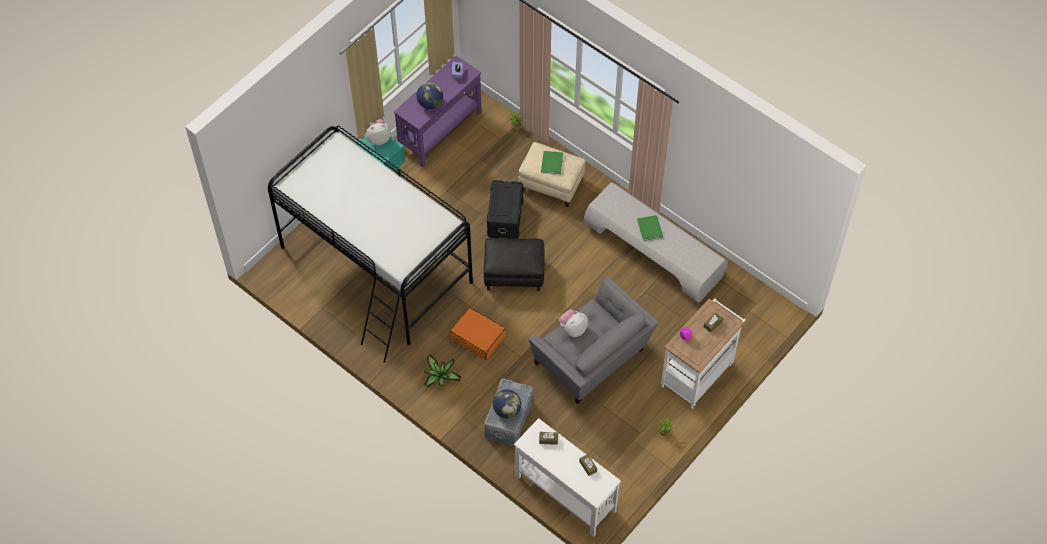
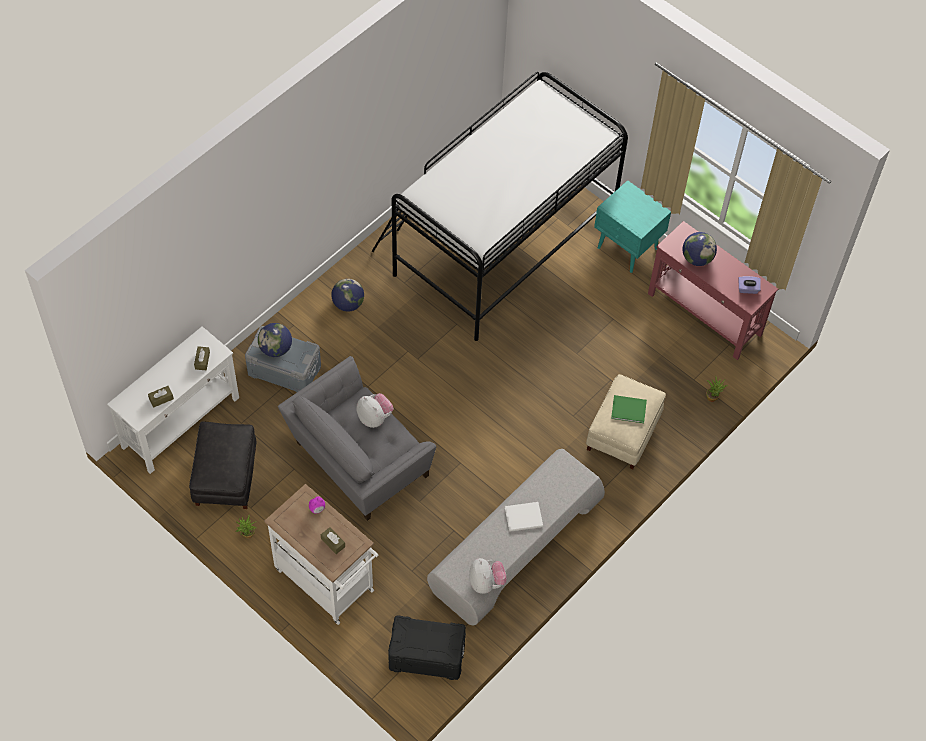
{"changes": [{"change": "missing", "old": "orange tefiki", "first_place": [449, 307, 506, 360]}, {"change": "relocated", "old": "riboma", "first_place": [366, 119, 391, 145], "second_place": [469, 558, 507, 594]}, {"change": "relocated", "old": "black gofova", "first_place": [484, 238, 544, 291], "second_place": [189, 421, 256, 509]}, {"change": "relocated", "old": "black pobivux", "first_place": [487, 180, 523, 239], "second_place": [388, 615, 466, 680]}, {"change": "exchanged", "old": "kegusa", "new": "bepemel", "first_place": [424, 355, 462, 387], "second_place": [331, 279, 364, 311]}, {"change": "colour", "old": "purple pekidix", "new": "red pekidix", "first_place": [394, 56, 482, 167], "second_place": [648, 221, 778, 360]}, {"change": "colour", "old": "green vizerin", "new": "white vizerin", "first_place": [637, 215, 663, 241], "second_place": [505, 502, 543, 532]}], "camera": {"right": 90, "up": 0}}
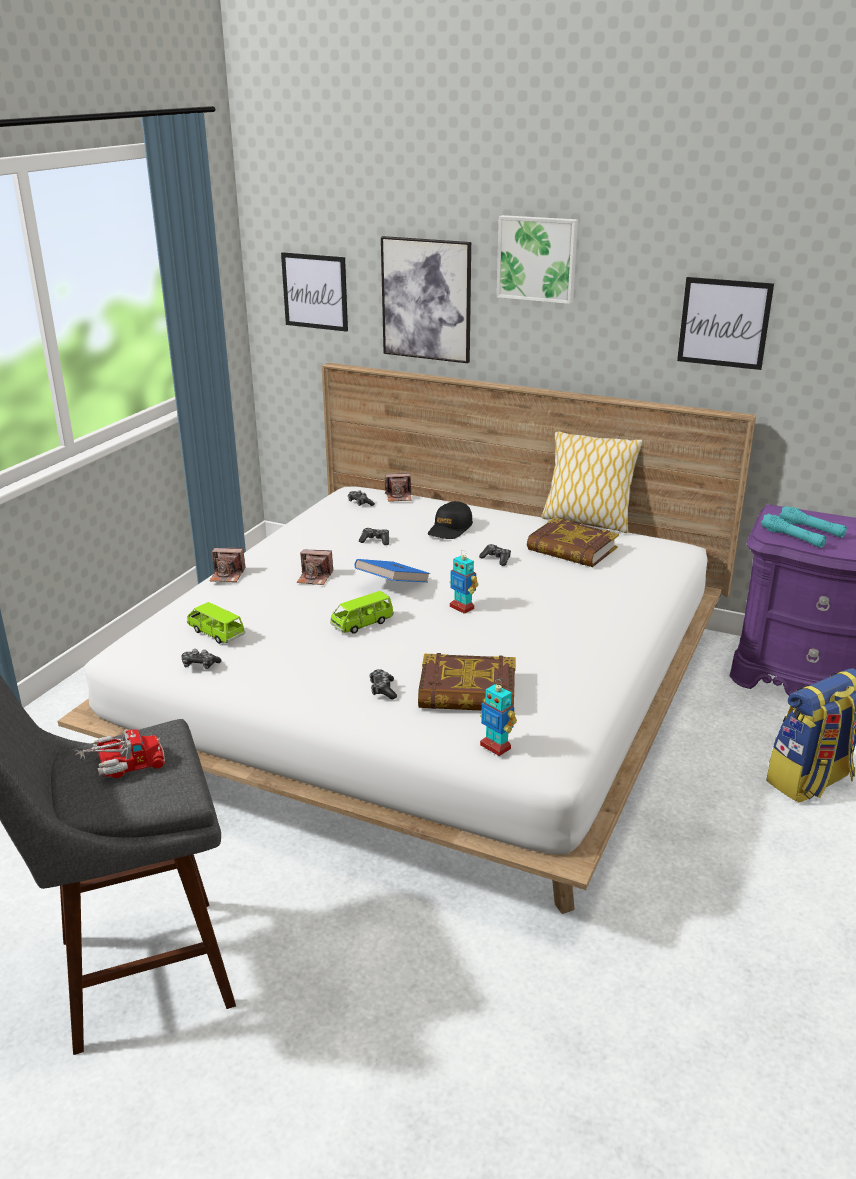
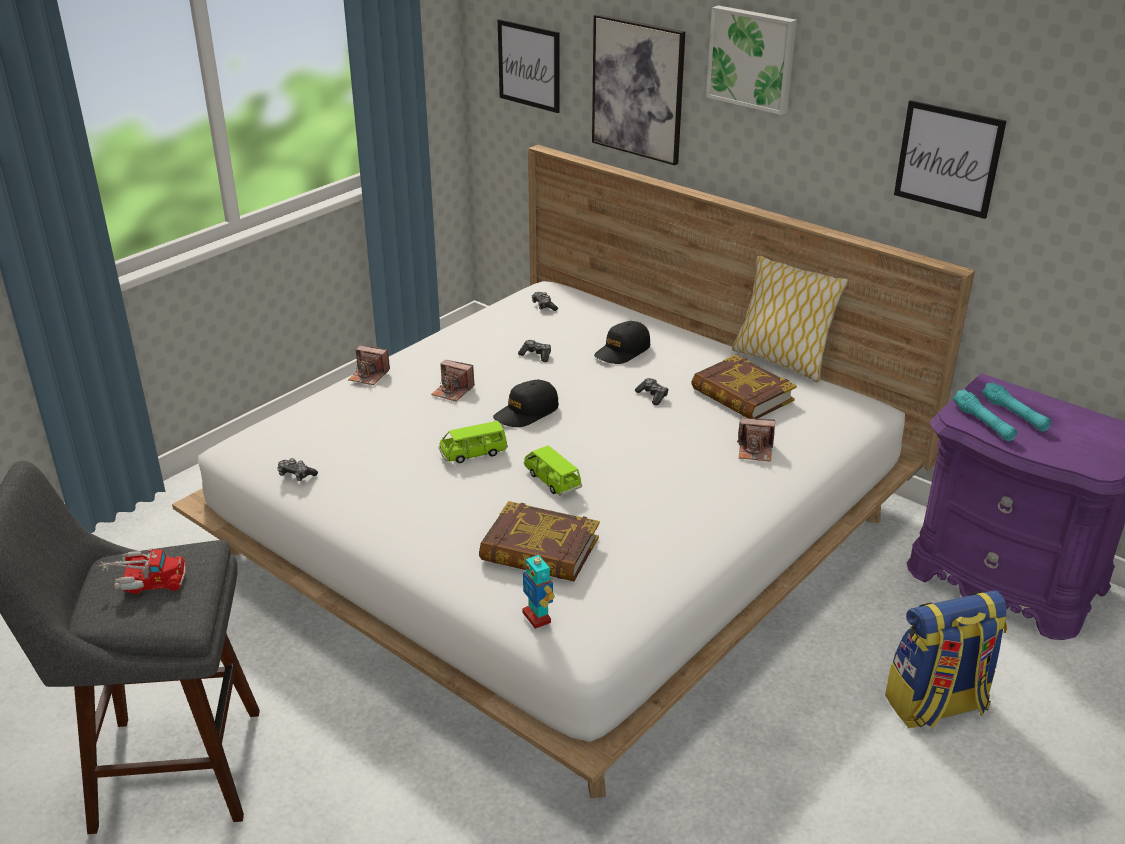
{"changes": [{"change": "missing", "old": "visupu", "first_place": [369, 669, 397, 700]}, {"change": "missing", "old": "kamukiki", "first_place": [449, 550, 479, 614]}, {"change": "relocated", "old": "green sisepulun", "first_place": [187, 602, 245, 644], "second_place": [523, 445, 582, 496]}, {"change": "relocated", "old": "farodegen", "first_place": [385, 473, 412, 502], "second_place": [737, 418, 775, 461]}, {"change": "exchanged", "old": "blue vizerin", "new": "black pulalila", "first_place": [355, 559, 430, 582], "second_place": [493, 380, 559, 427]}], "camera": {"right": 15, "up": 5}}
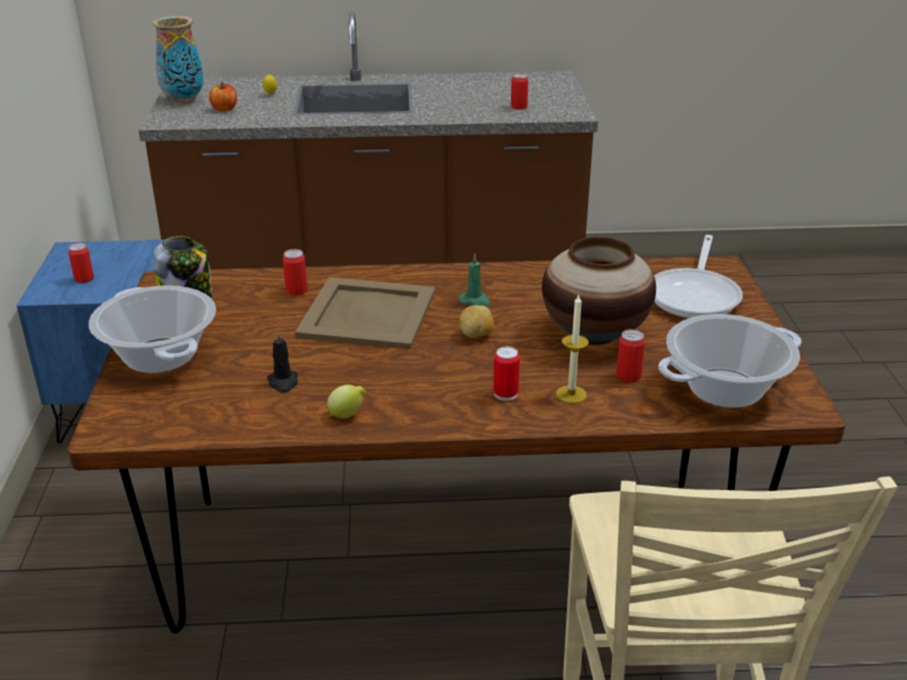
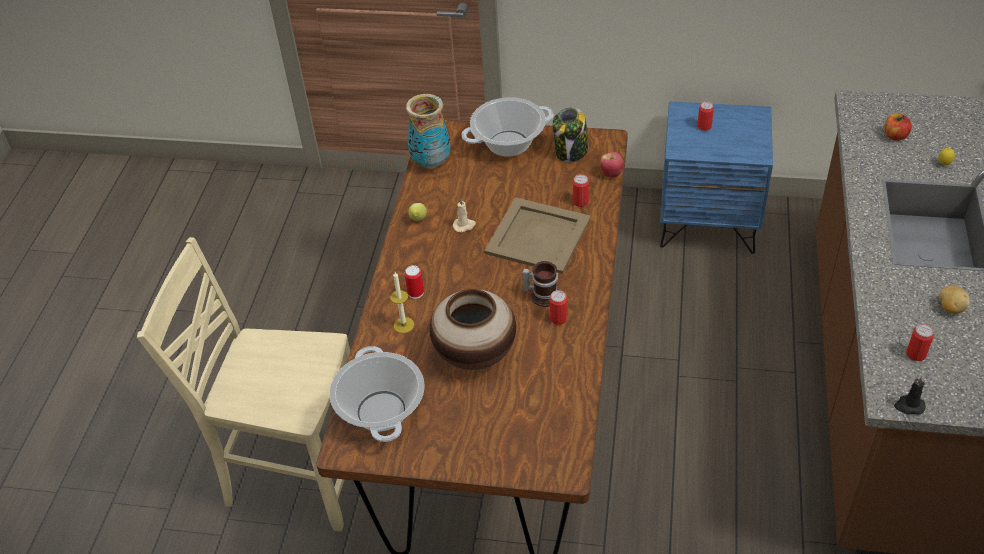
{"changes": [{"change": "missing", "old": "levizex", "first_place": [654, 235, 743, 318]}, {"change": "appeared", "new": "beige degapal", "second_place": [453, 199, 476, 232]}, {"change": "appeared", "new": "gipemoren", "second_place": [600, 152, 624, 178]}, {"change": "relocated", "old": "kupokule", "first_place": [152, 16, 204, 103], "second_place": [406, 94, 451, 169]}, {"change": "relocated", "old": "black degapal", "first_place": [267, 331, 298, 393], "second_place": [894, 376, 926, 415]}, {"change": "relocated", "old": "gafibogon", "first_place": [459, 305, 494, 338], "second_place": [939, 286, 970, 314]}, {"change": "relocated", "old": "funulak", "first_place": [616, 329, 645, 382], "second_place": [550, 290, 568, 325]}, {"change": "exchanged", "old": "green degapal", "new": "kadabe", "first_place": [459, 254, 491, 306], "second_place": [522, 261, 558, 307]}], "camera": {"right": 105, "up": 15}}
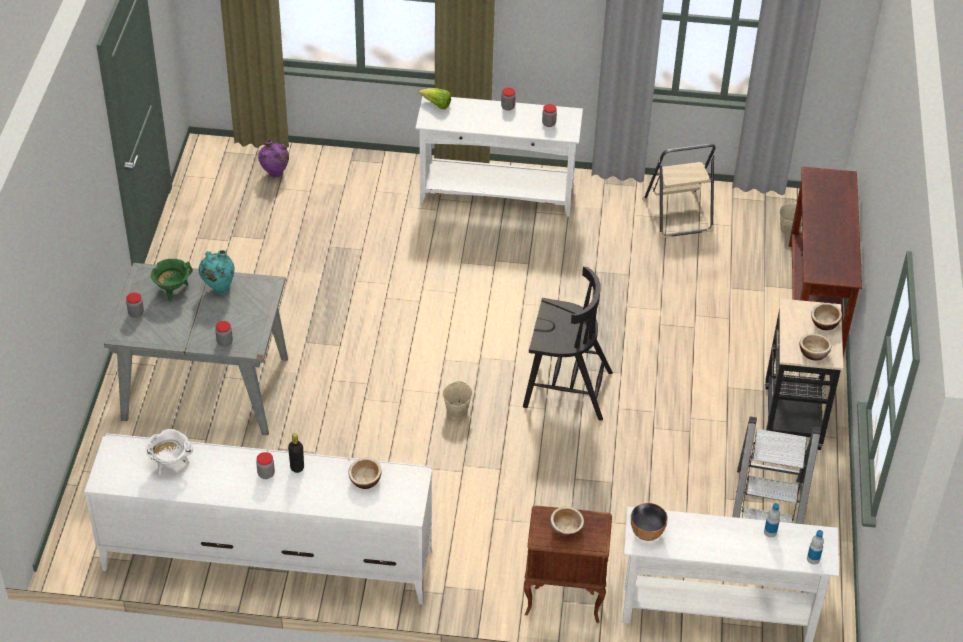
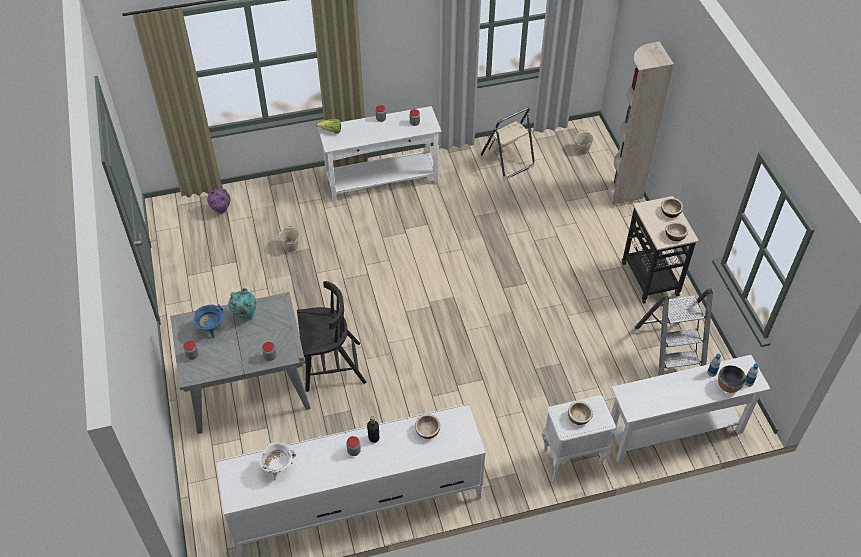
{"changes": [{"change": "relocated", "old": "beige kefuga", "first_place": [442, 381, 473, 419], "second_place": [279, 227, 299, 252]}, {"change": "relocated", "old": "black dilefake", "first_place": [523, 267, 613, 421], "second_place": [297, 281, 366, 392]}, {"change": "relocated", "old": "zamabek", "first_place": [631, 503, 668, 541], "second_place": [718, 365, 746, 393]}, {"change": "exchanged", "old": "brown pekidix", "new": "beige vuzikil", "first_place": [789, 167, 862, 356], "second_place": [608, 42, 674, 205]}, {"change": "colour", "old": "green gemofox", "new": "blue gemofox", "first_place": [151, 259, 193, 302], "second_place": [194, 305, 223, 338]}, {"change": "colour", "old": "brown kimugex", "new": "white kimugex", "first_place": [524, 505, 612, 623], "second_place": [541, 395, 616, 482]}], "camera": {"right": -20, "up": 5}}
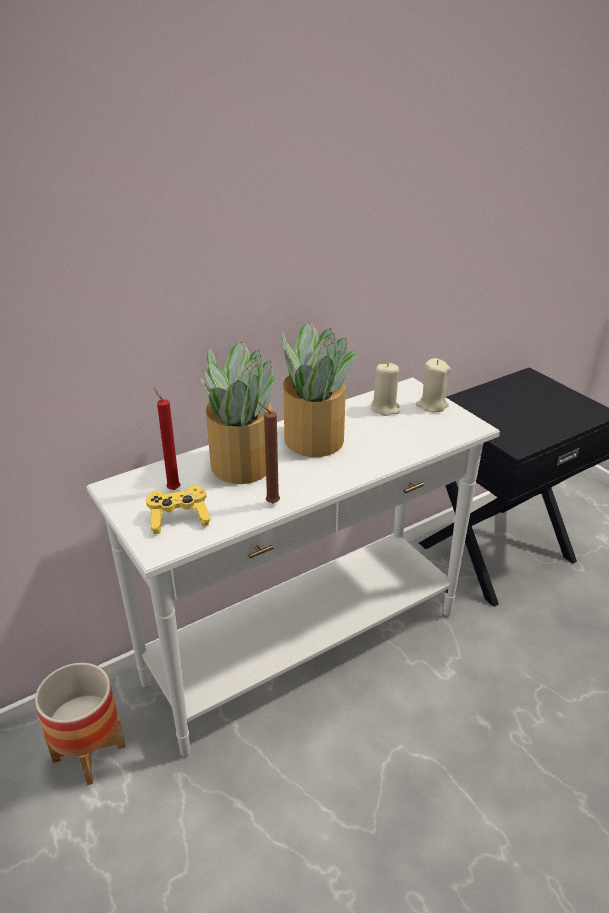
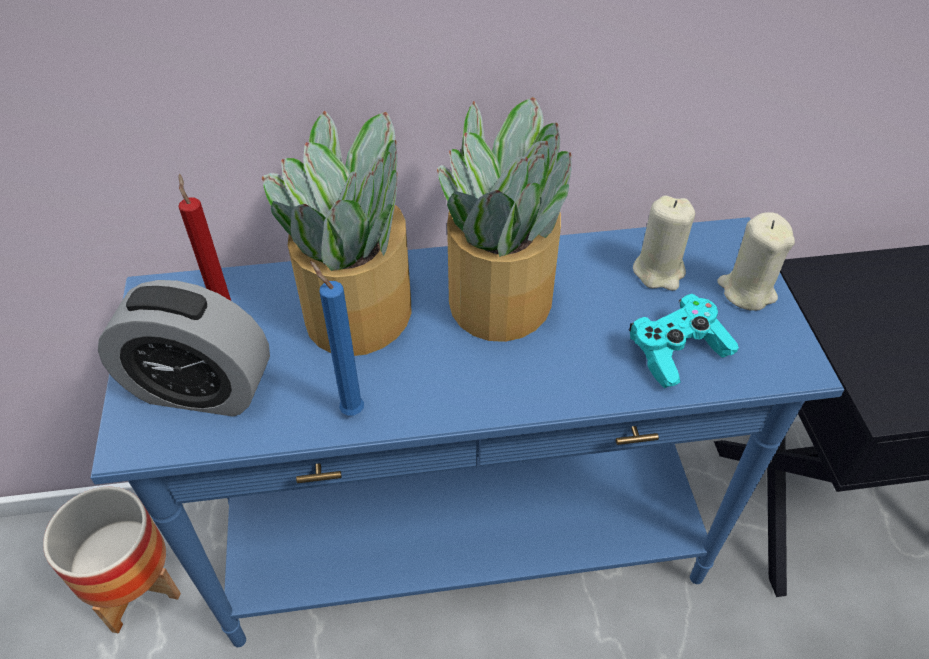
{"changes": [{"change": "appeared", "new": "turquoise visupu", "second_place": [629, 294, 739, 388]}, {"change": "exchanged", "old": "yellow visupu", "new": "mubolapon", "first_place": [146, 485, 211, 534], "second_place": [98, 280, 270, 416]}, {"change": "colour", "old": "white pekidix", "new": "blue pekidix", "first_place": [86, 377, 500, 757], "second_place": [91, 217, 844, 647]}, {"change": "colour", "old": "brown degapal", "new": "blue degapal", "first_place": [257, 402, 280, 503], "second_place": [310, 261, 364, 415]}], "camera": {"right": 25, "up": 15}}
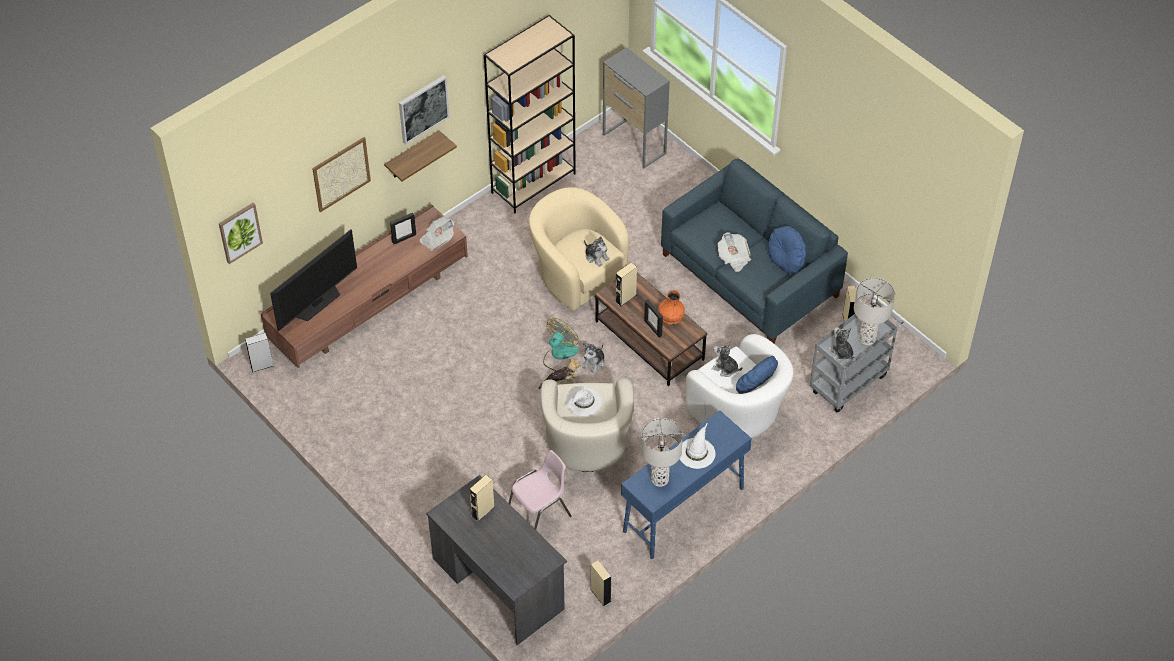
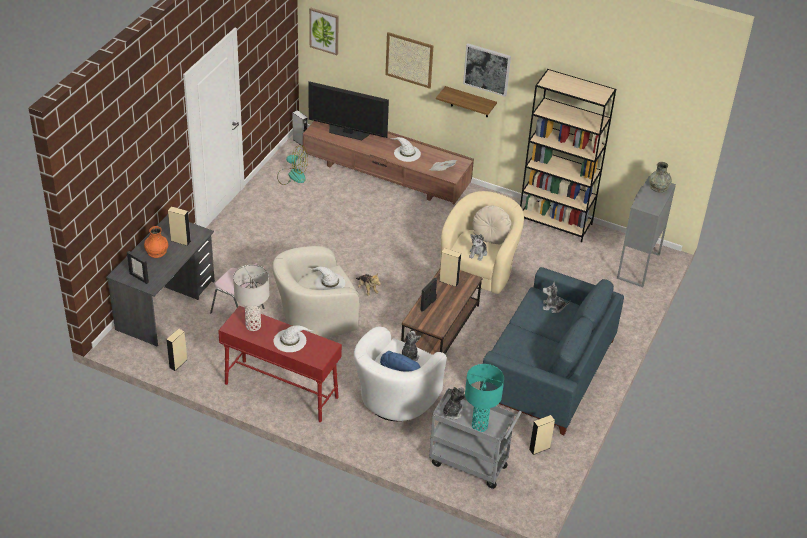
{"changes": [{"change": "missing", "old": "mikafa", "first_place": [717, 232, 751, 272]}, {"change": "missing", "old": "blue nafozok", "first_place": [768, 226, 806, 274]}, {"change": "appeared", "new": "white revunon", "second_place": [390, 137, 421, 162]}, {"change": "appeared", "new": "beige nafozok", "second_place": [473, 206, 511, 245]}, {"change": "appeared", "new": "grey kupokule", "second_place": [649, 162, 672, 193]}, {"change": "relocated", "old": "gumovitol", "first_place": [390, 213, 416, 244], "second_place": [127, 251, 149, 284]}, {"change": "relocated", "old": "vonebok", "first_place": [543, 318, 579, 371], "second_place": [277, 145, 308, 185]}, {"change": "relocated", "old": "riboma", "first_place": [582, 343, 605, 373], "second_place": [542, 282, 570, 313]}, {"change": "relocated", "old": "orange kupokule", "first_place": [658, 290, 685, 325], "second_place": [144, 226, 168, 258]}, {"change": "colour", "old": "blue pekidix", "new": "red pekidix", "first_place": [621, 411, 752, 559], "second_place": [218, 306, 342, 422]}, {"change": "colour", "old": "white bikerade", "new": "turquoise bikerade", "first_place": [854, 278, 895, 345], "second_place": [465, 364, 504, 432]}], "camera": {"right": 65, "up": -10}}
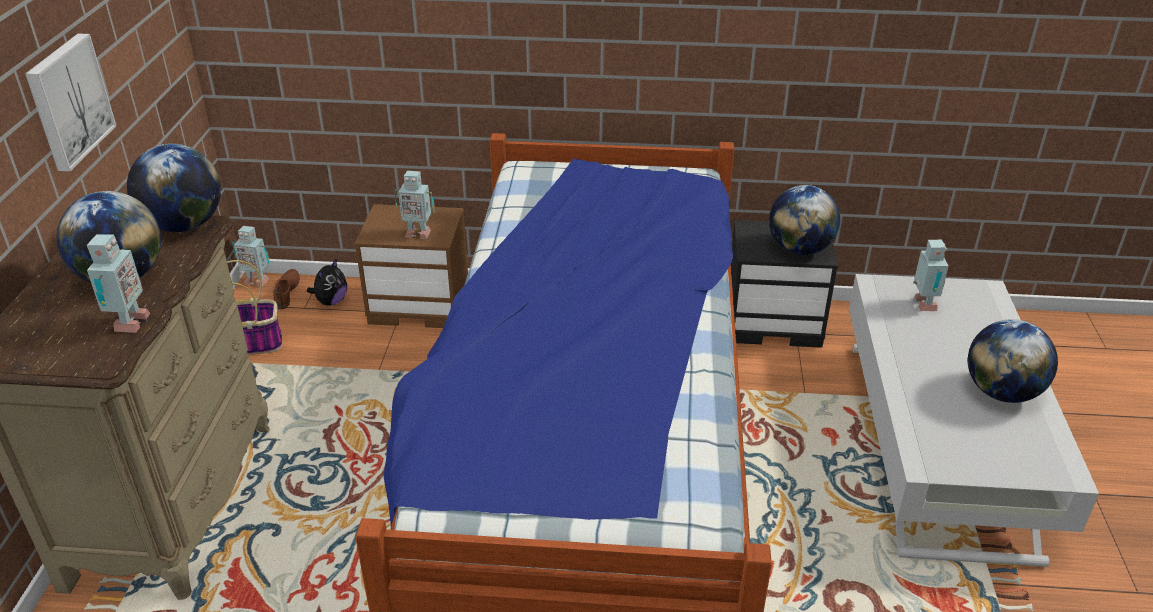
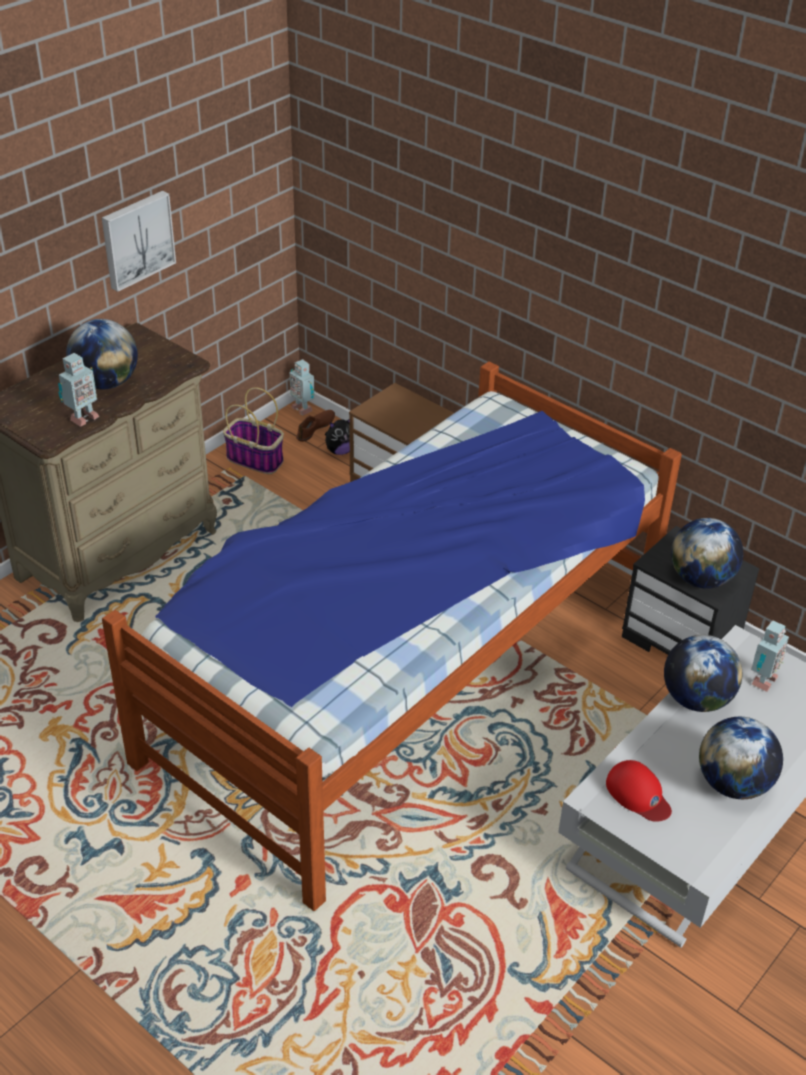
{"changes": [{"change": "missing", "old": "kamukiki", "first_place": [394, 171, 435, 239]}, {"change": "appeared", "new": "red pulalila", "second_place": [606, 760, 672, 822]}, {"change": "relocated", "old": "bepemel", "first_place": [127, 144, 221, 232], "second_place": [664, 635, 743, 712]}], "camera": {"right": 35, "up": 5}}
